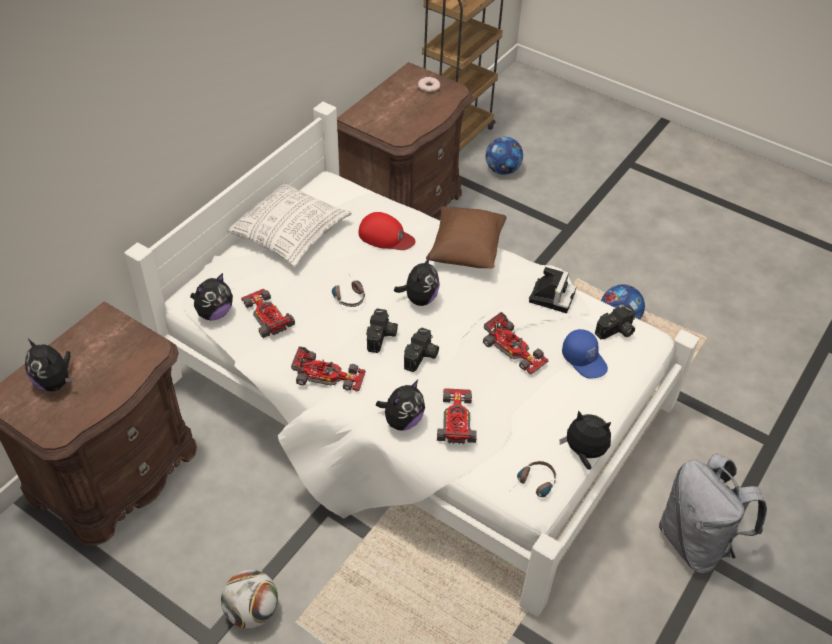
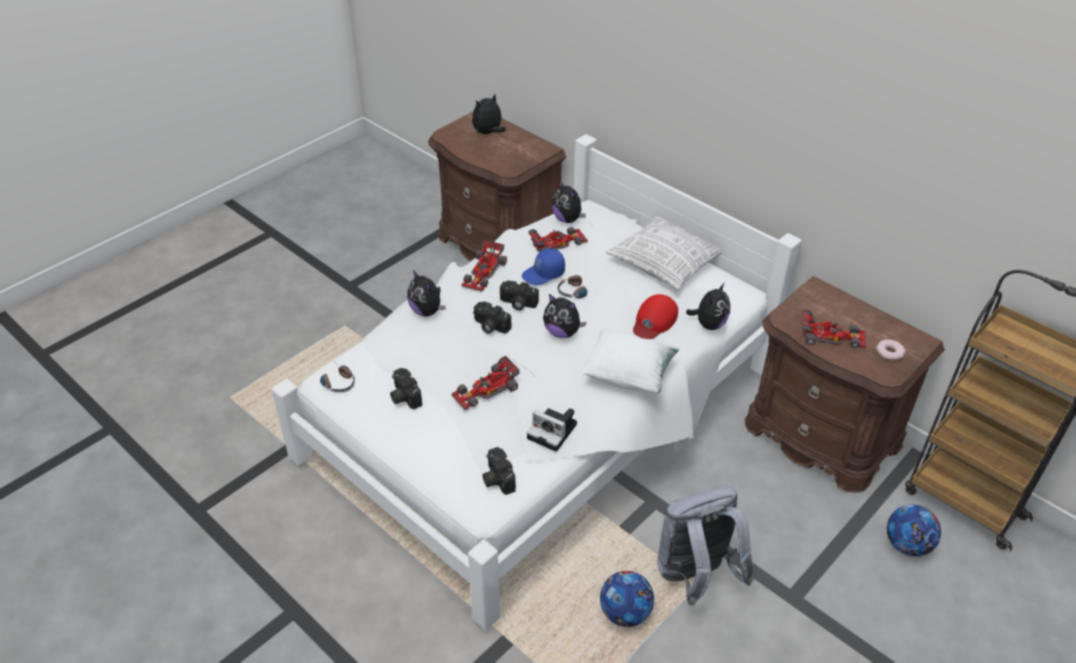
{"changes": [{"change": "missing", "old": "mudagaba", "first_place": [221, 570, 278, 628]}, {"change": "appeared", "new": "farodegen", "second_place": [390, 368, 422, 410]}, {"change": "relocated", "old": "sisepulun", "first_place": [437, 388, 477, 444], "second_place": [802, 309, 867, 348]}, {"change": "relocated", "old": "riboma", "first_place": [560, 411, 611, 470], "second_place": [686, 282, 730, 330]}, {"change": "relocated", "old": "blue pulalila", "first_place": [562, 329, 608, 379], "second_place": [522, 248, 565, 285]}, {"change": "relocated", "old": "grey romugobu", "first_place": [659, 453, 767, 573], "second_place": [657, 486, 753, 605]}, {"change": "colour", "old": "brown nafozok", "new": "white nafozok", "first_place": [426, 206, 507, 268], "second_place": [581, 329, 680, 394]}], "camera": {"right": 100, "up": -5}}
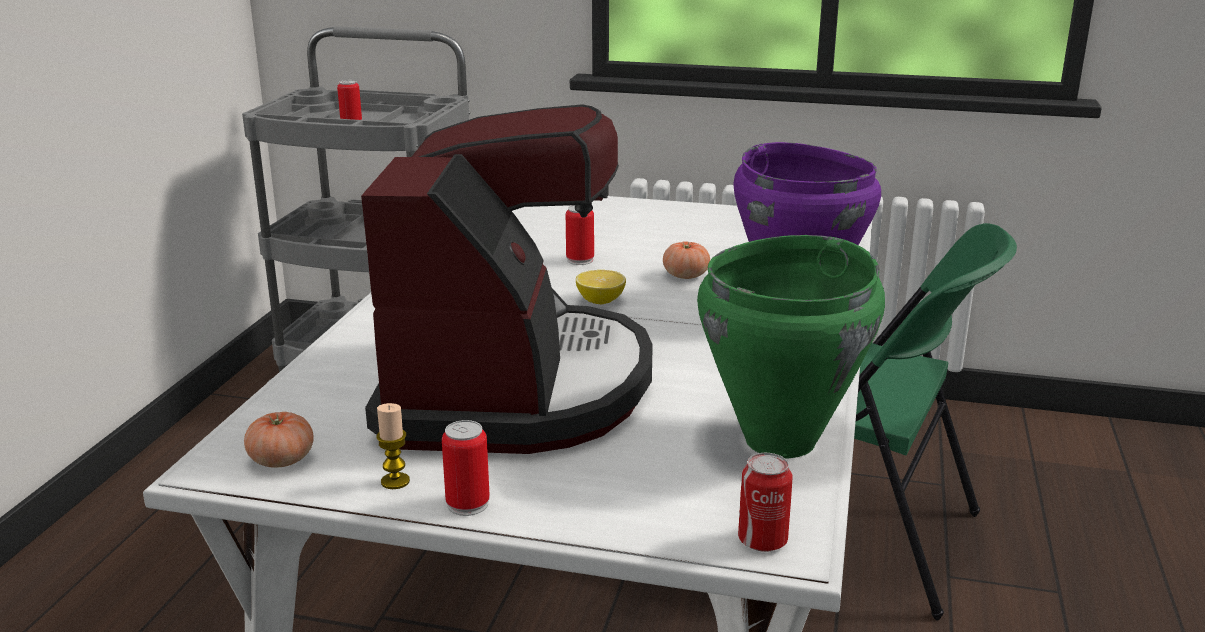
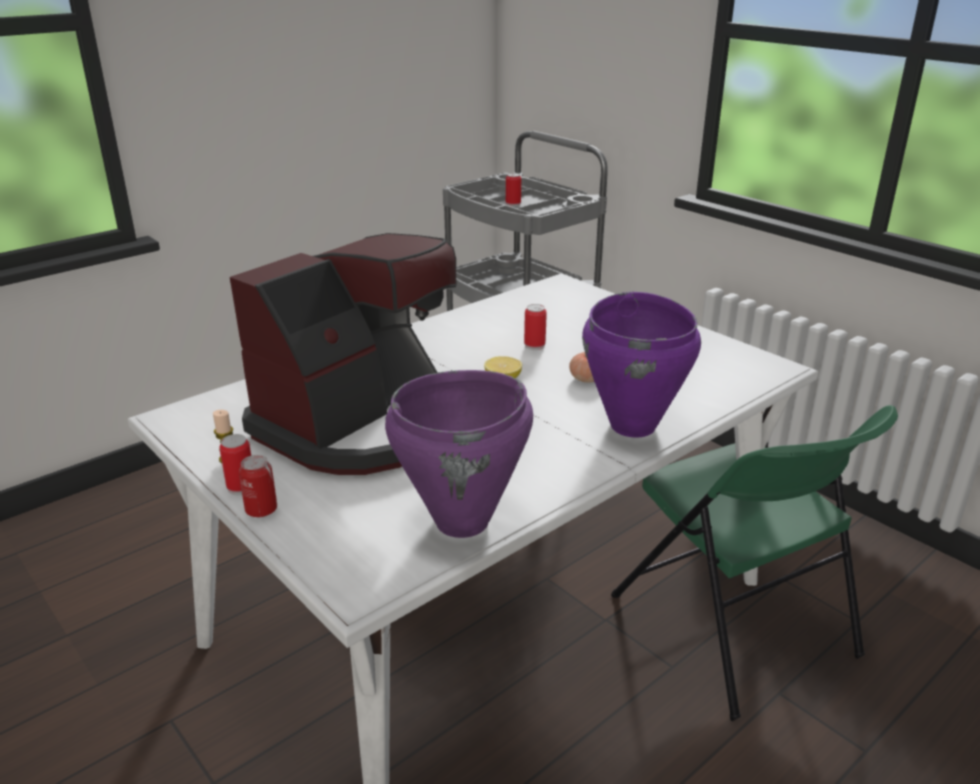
{"changes": [{"change": "missing", "old": "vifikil", "first_place": [244, 412, 314, 468]}, {"change": "relocated", "old": "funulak", "first_place": [738, 453, 793, 552], "second_place": [239, 455, 277, 517]}, {"change": "colour", "old": "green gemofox", "new": "purple gemofox", "first_place": [697, 235, 885, 458], "second_place": [385, 370, 533, 538]}], "camera": {"right": 35, "up": 5}}
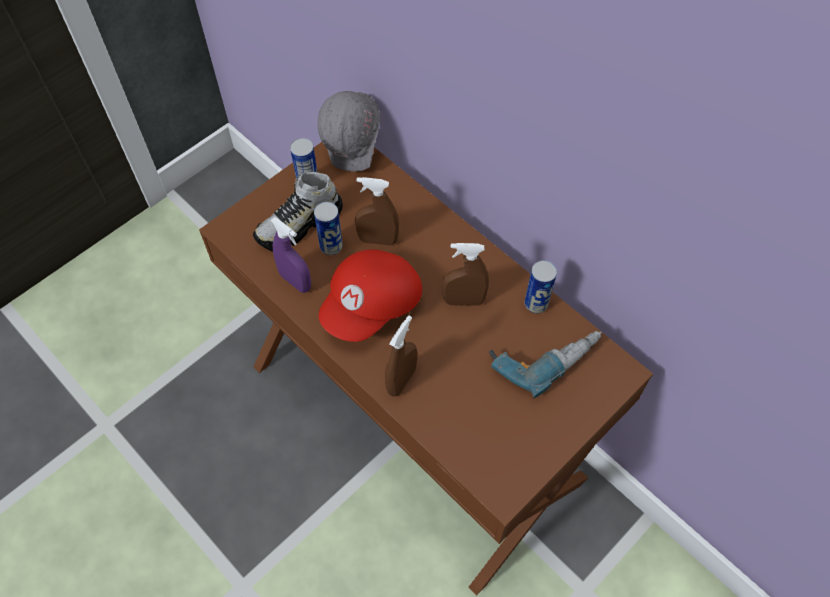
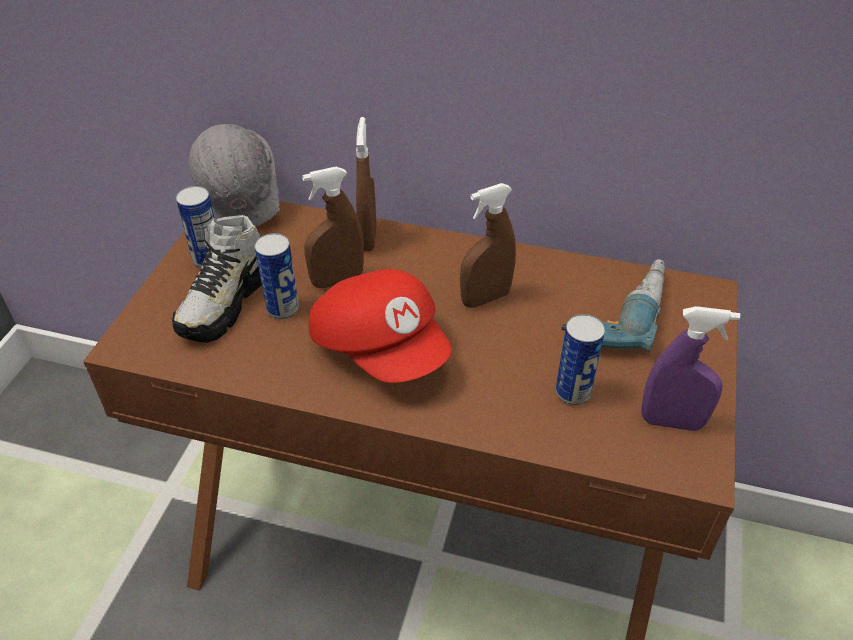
{"changes": [{"change": "relocated", "old": "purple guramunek", "first_place": [271, 217, 311, 293], "second_place": [641, 306, 740, 431]}, {"change": "relocated", "old": "brown guramunek", "first_place": [385, 315, 417, 396], "second_place": [356, 117, 376, 251]}, {"change": "relocated", "old": "funulak", "first_place": [525, 260, 557, 313], "second_place": [556, 314, 605, 405]}, {"change": "spun", "old": "red pulalila", "first_place": [318, 249, 422, 342], "second_place": [308, 269, 452, 383], "degrees": -45}], "camera": {"right": -30, "up": -15}}
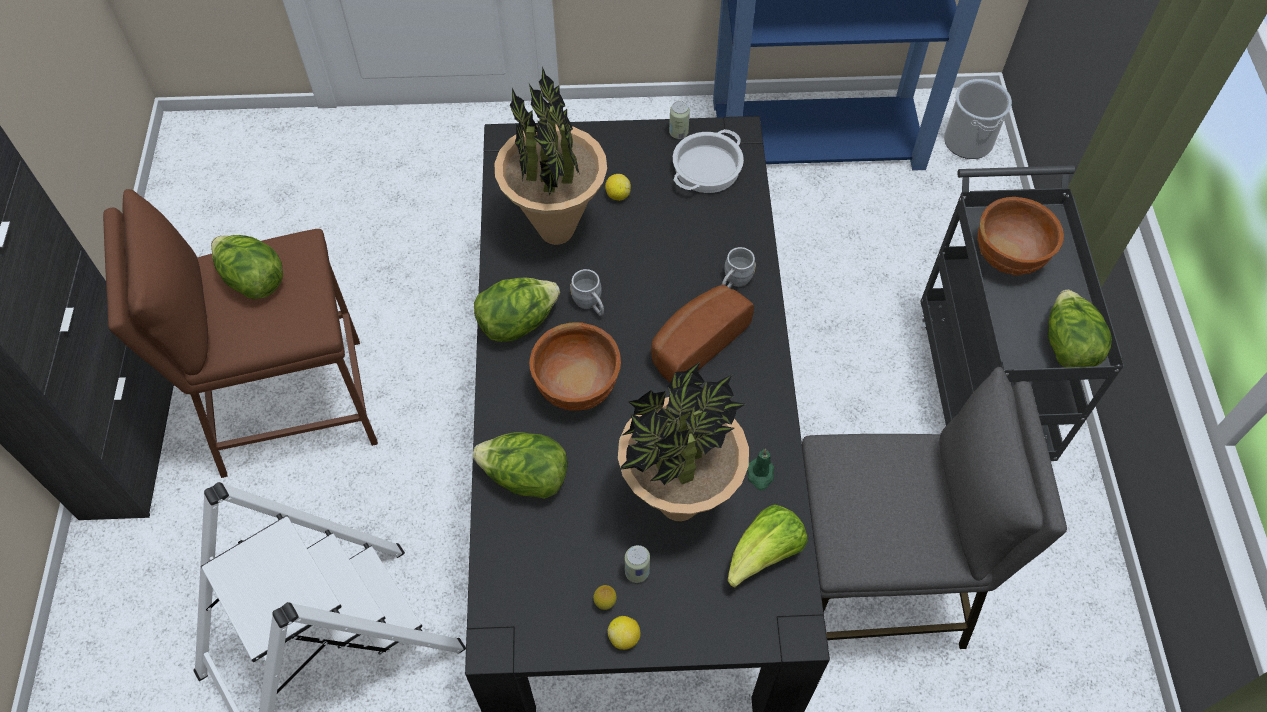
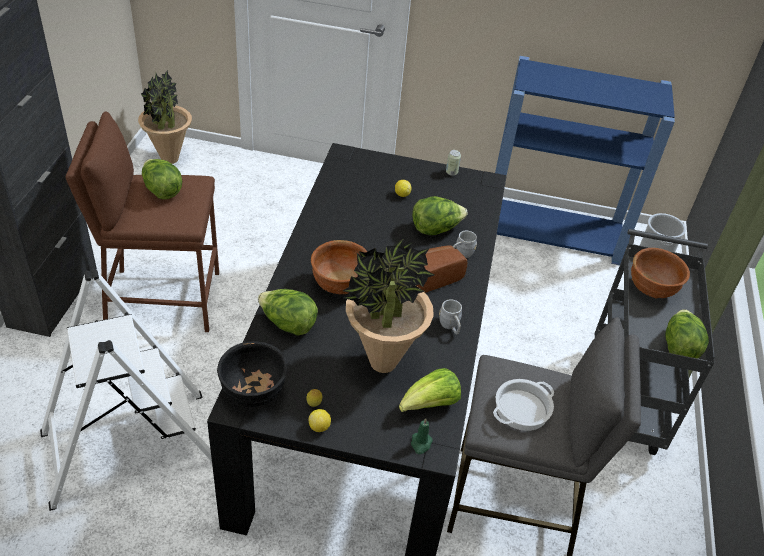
{"changes": [{"change": "missing", "old": "funulak", "first_place": [625, 545, 650, 583]}, {"change": "appeared", "new": "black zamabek", "second_place": [217, 341, 288, 407]}, {"change": "relocated", "old": "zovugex", "first_place": [474, 278, 560, 342], "second_place": [412, 196, 468, 235]}, {"change": "relocated", "old": "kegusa", "first_place": [494, 66, 607, 245], "second_place": [138, 70, 192, 164]}, {"change": "relocated", "old": "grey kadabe", "first_place": [570, 269, 604, 316], "second_place": [439, 299, 462, 334]}, {"change": "relocated", "old": "gemofox", "first_place": [673, 129, 744, 193], "second_place": [493, 379, 554, 431]}, {"change": "relocated", "old": "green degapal", "first_place": [747, 449, 774, 491], "second_place": [411, 418, 433, 454]}], "camera": {"right": 10, "up": -15}}
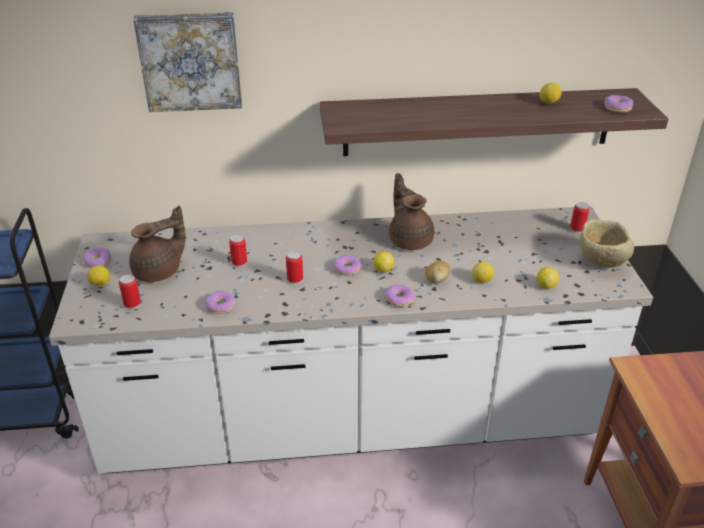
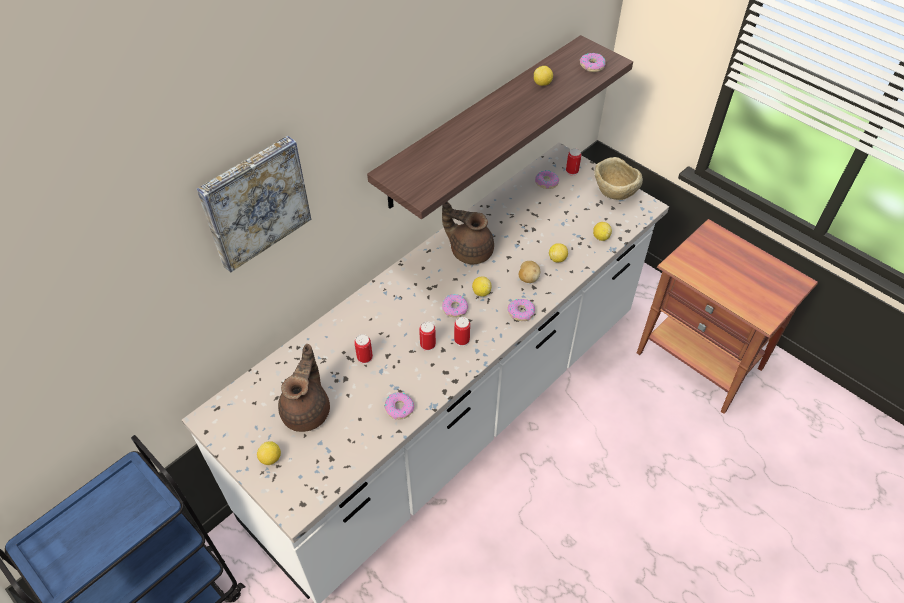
{"changes": [{"change": "relocated", "old": "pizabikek", "first_place": [83, 248, 111, 268], "second_place": [535, 170, 559, 189]}, {"change": "relocated", "old": "funulak", "first_place": [119, 274, 141, 310], "second_place": [454, 317, 470, 346]}], "camera": {"right": -40, "up": 15}}
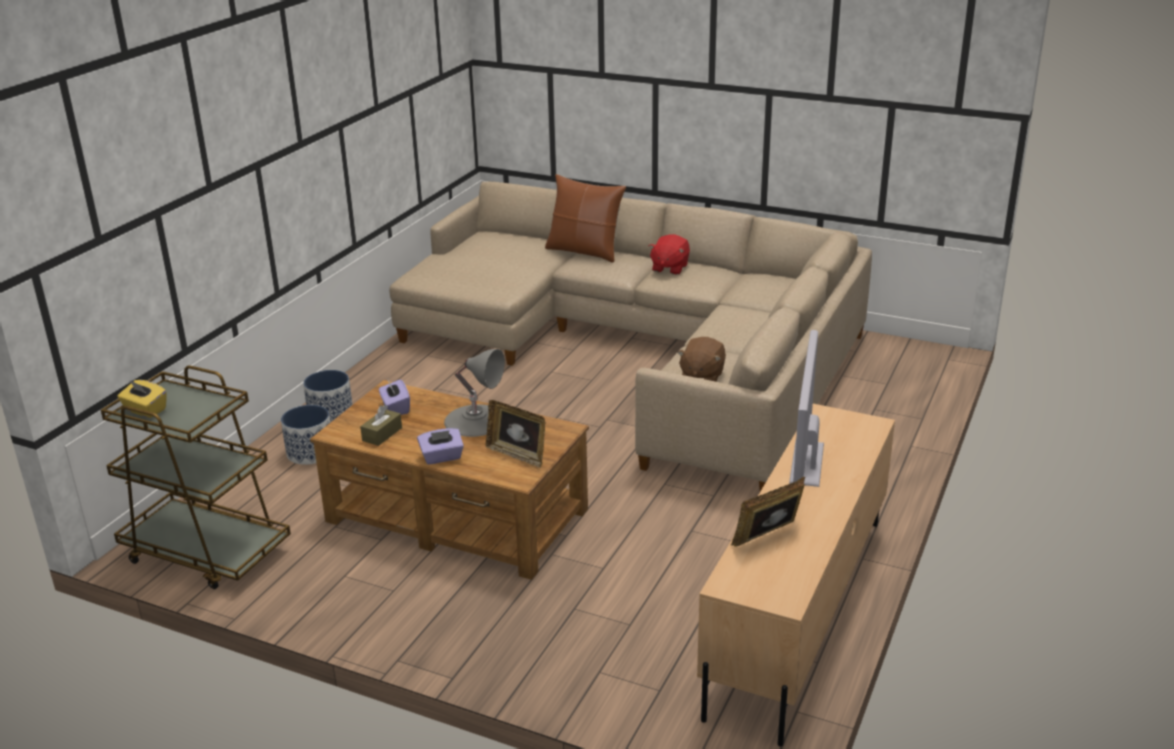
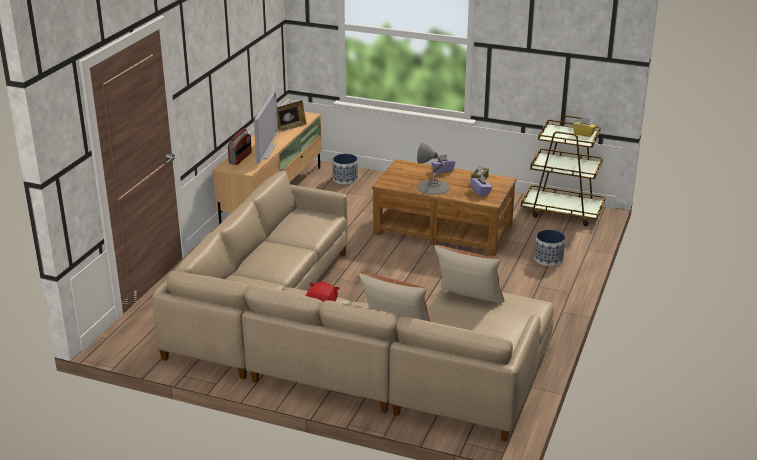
{"changes": [{"change": "missing", "old": "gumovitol", "first_place": [486, 400, 545, 468]}, {"change": "missing", "old": "brown riboma", "first_place": [677, 337, 726, 382]}, {"change": "appeared", "new": "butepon", "second_place": [228, 129, 252, 165]}, {"change": "appeared", "new": "brown nafozok", "second_place": [434, 245, 505, 302]}, {"change": "relocated", "old": "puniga", "first_place": [303, 370, 353, 422], "second_place": [332, 154, 358, 185]}], "camera": {"right": 175, "up": 0}}
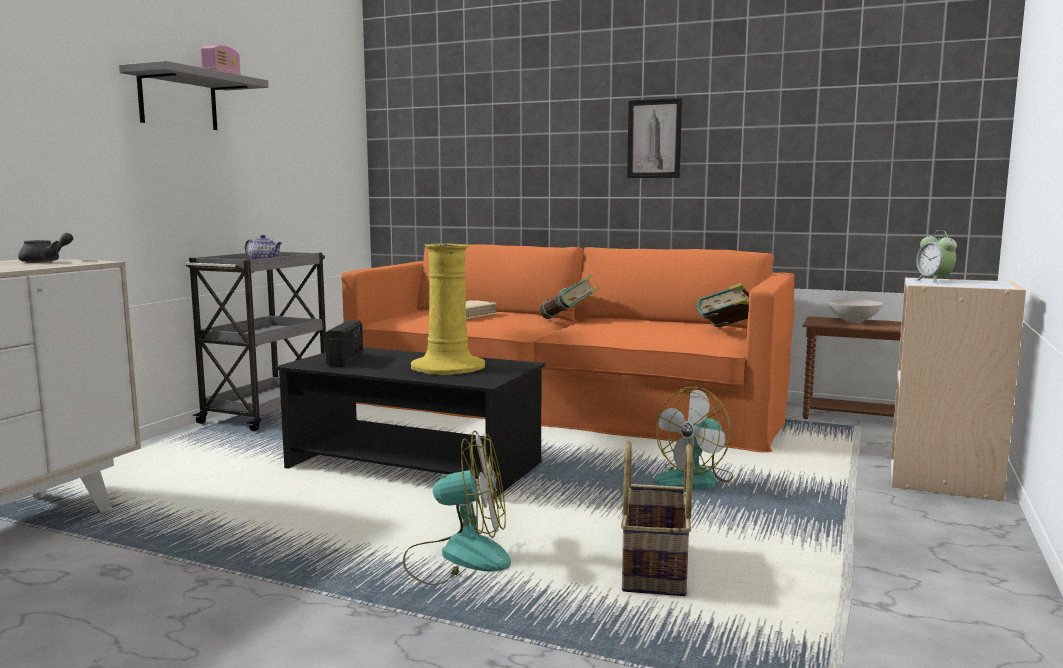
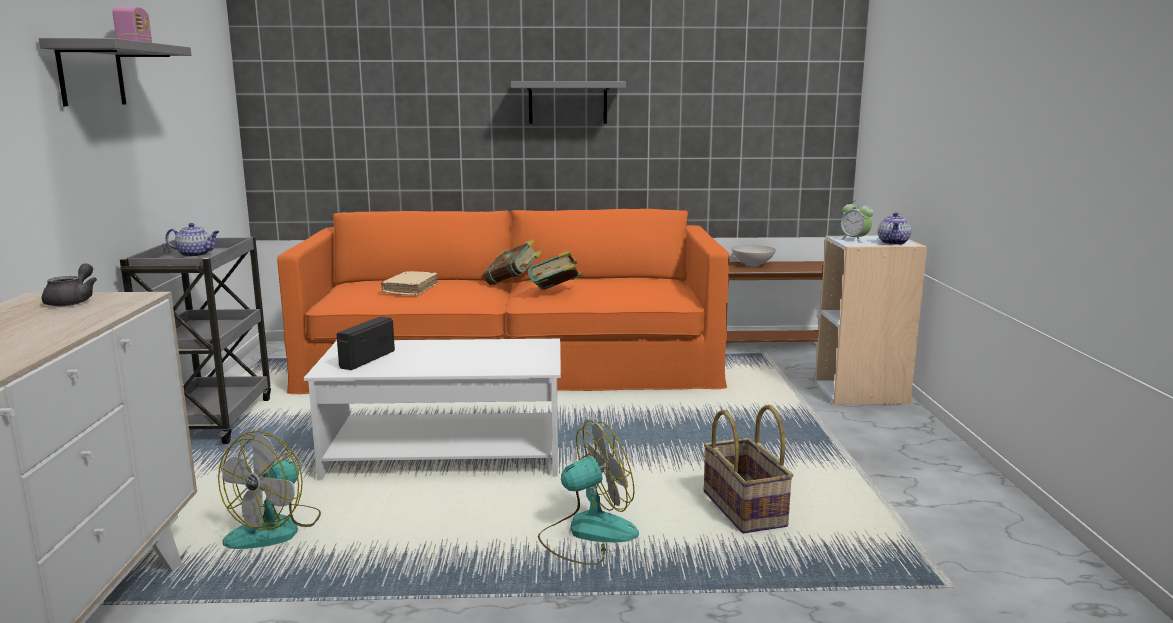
{"changes": [{"change": "missing", "old": "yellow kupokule", "first_place": [411, 244, 485, 375]}, {"change": "appeared", "new": "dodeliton", "second_place": [878, 212, 911, 245]}, {"change": "relocated", "old": "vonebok", "first_place": [654, 386, 733, 490], "second_place": [218, 431, 321, 549]}, {"change": "relocated", "old": "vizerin", "first_place": [697, 283, 749, 327], "second_place": [529, 250, 582, 290]}, {"change": "exchanged", "old": "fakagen", "new": "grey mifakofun", "first_place": [627, 98, 682, 178], "second_place": [511, 81, 626, 124]}, {"change": "colour", "old": "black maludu", "new": "white maludu", "first_place": [275, 347, 545, 499], "second_place": [304, 339, 561, 480]}, {"change": "spun", "old": "butepon", "first_place": [325, 321, 363, 367], "second_place": [337, 316, 395, 370], "degrees": -135}], "camera": {"right": -25, "up": 5}}
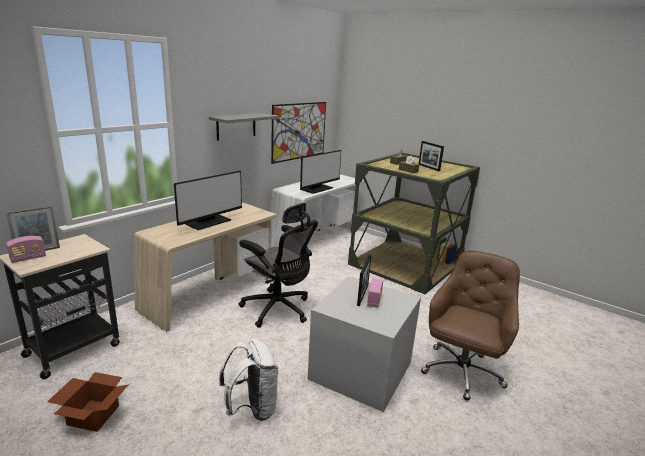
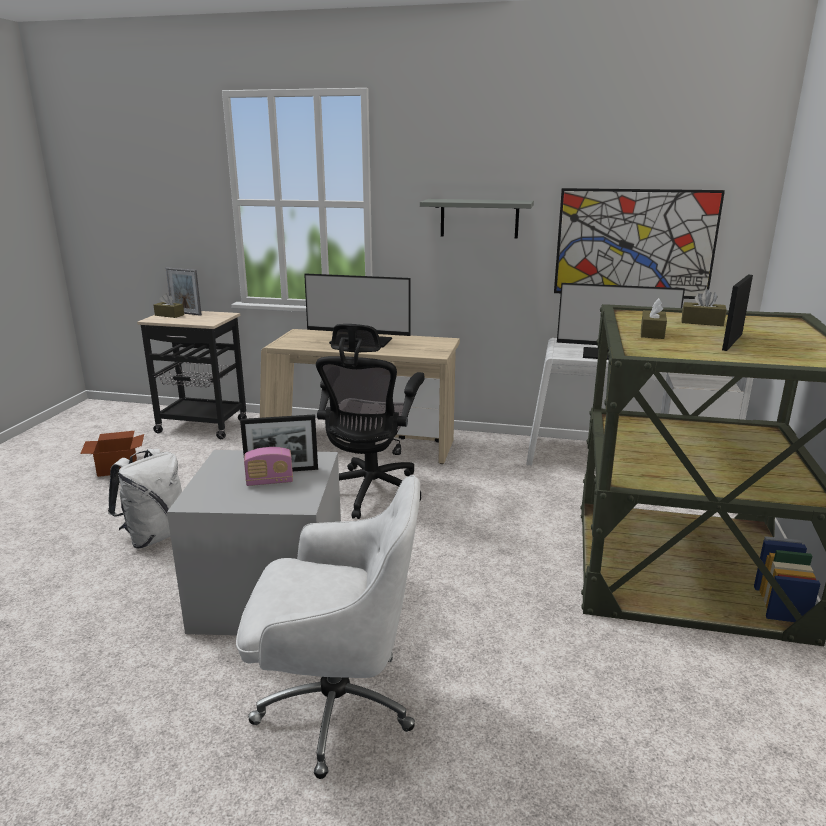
{"changes": [{"change": "exchanged", "old": "butepon", "new": "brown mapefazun", "first_place": [6, 236, 46, 263], "second_place": [153, 294, 184, 318]}, {"change": "colour", "old": "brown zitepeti", "new": "white zitepeti", "first_place": [421, 250, 520, 401], "second_place": [236, 475, 420, 779]}], "camera": {"right": 65, "up": 0}}
